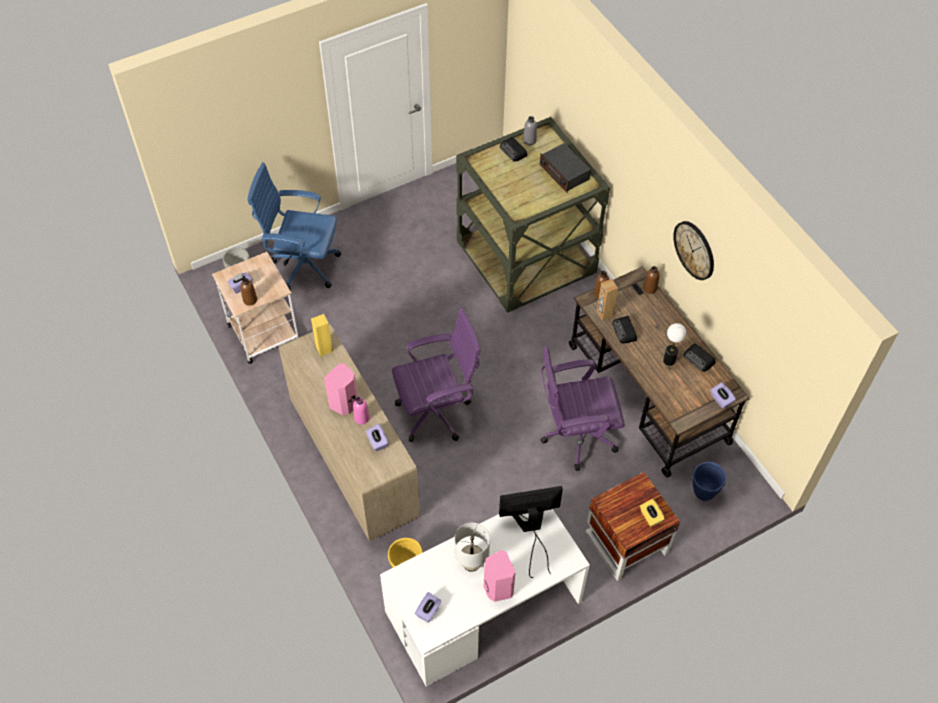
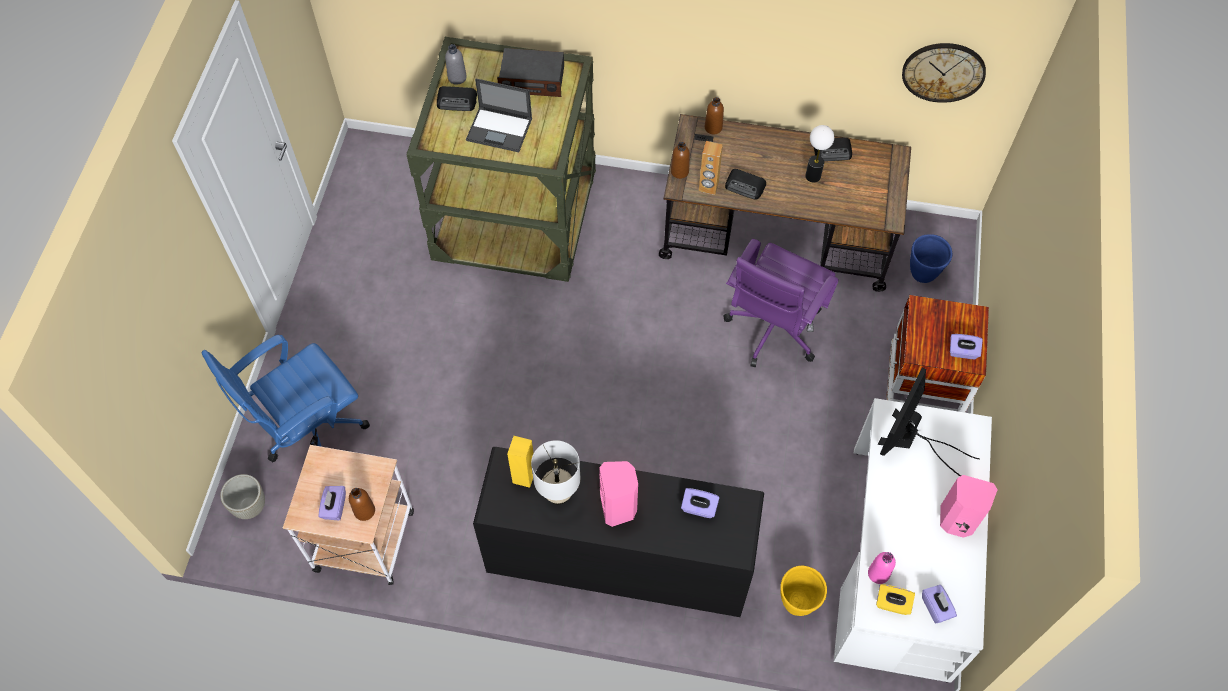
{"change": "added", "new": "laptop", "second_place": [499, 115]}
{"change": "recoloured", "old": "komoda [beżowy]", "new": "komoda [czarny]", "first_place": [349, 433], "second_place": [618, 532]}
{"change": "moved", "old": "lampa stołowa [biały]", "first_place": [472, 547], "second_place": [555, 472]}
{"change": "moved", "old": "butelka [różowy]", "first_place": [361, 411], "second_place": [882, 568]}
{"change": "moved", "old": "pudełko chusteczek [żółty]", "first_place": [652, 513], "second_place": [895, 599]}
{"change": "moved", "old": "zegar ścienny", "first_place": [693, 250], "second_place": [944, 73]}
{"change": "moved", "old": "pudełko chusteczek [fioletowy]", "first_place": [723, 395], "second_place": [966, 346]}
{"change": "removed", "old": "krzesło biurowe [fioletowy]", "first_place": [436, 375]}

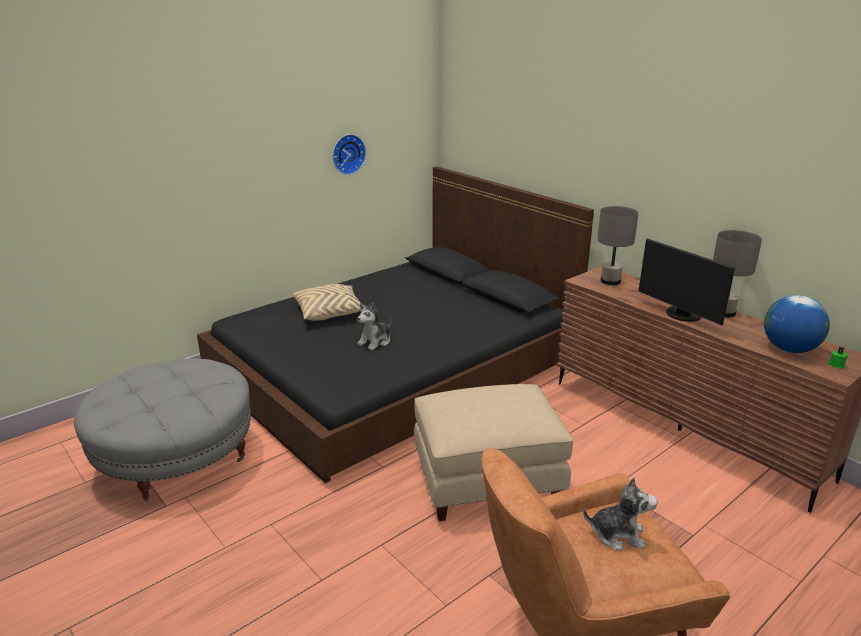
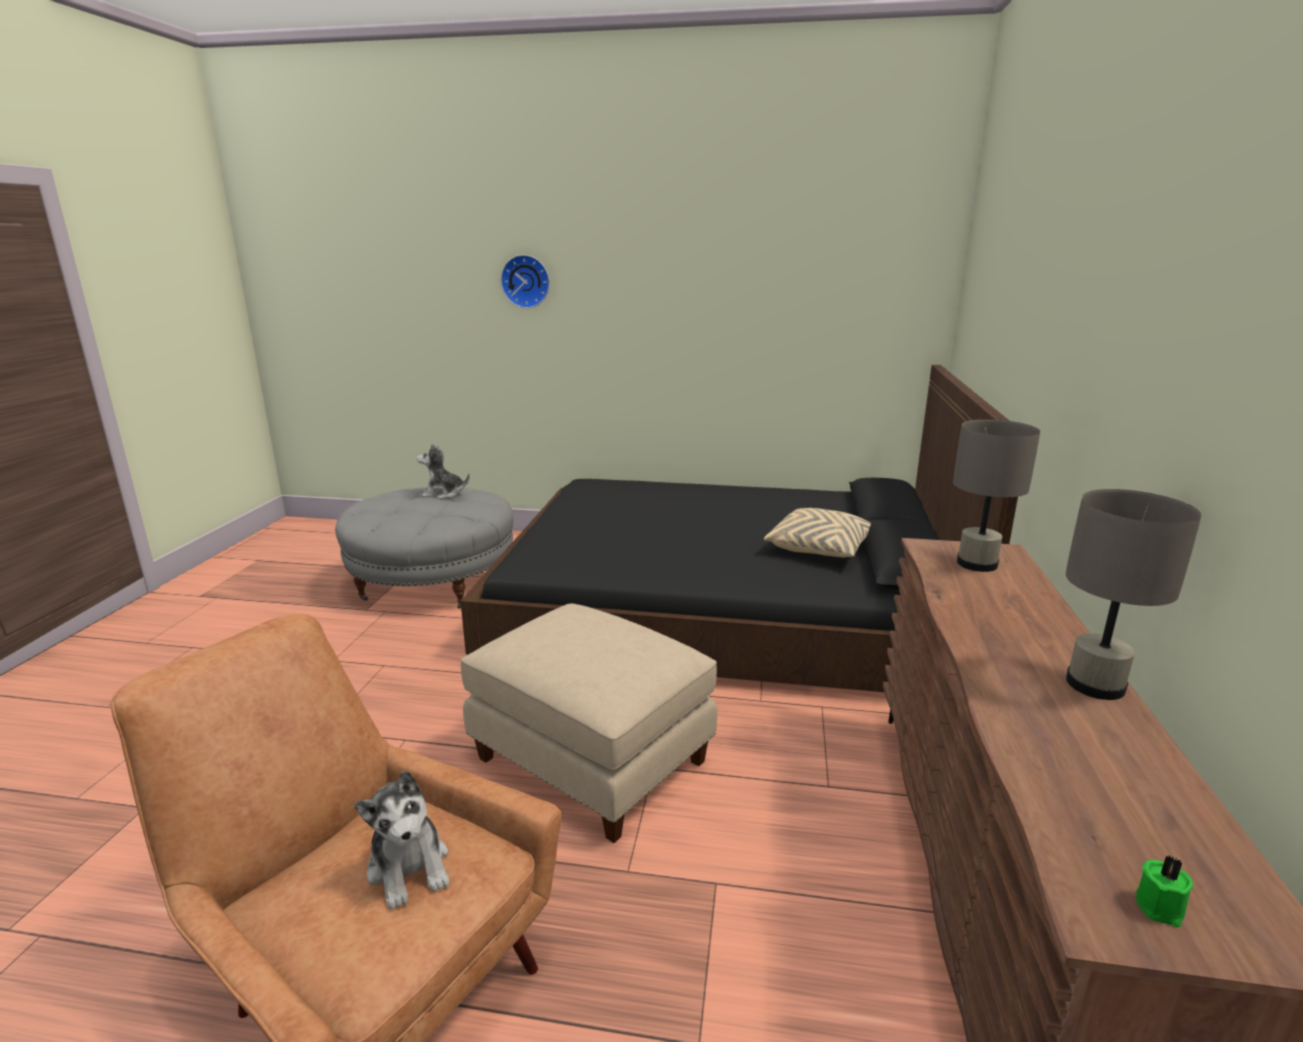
{"change": "moved", "old": "pluszak", "first_place": [374, 326], "second_place": [443, 471]}
{"change": "moved", "old": "zegar ścienny", "first_place": [349, 154], "second_place": [525, 281]}
{"change": "moved", "old": "poduszka [beżowy]", "first_place": [327, 302], "second_place": [817, 533]}
{"change": "removed", "old": "monitor", "first_place": [686, 282]}
{"change": "removed", "old": "globus", "first_place": [797, 324]}

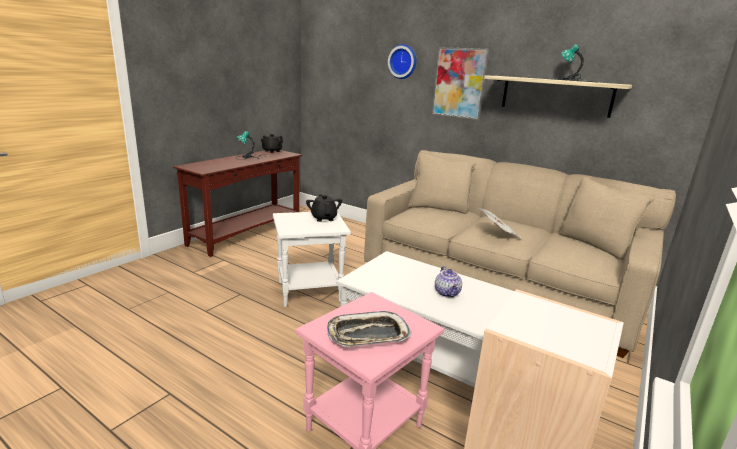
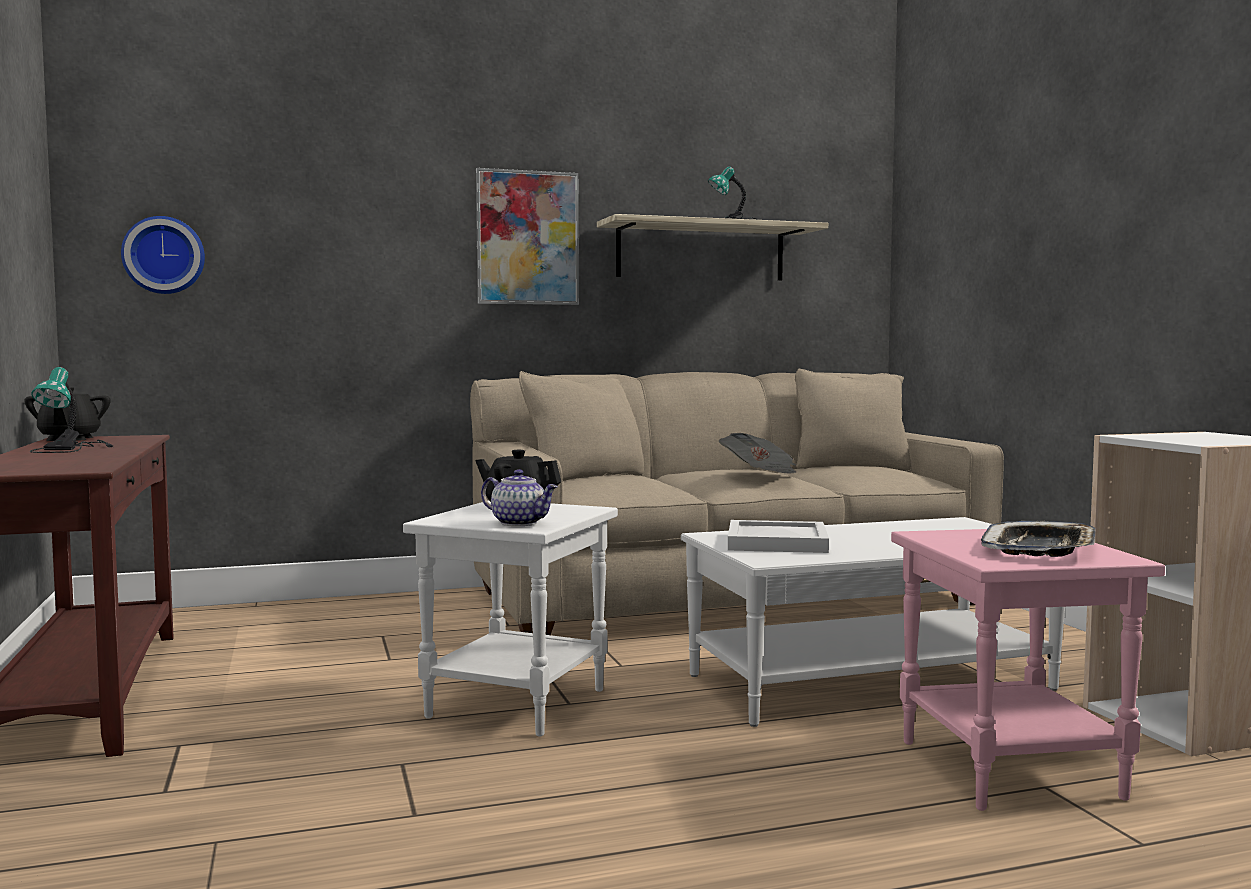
{"change": "moved", "old": "zegar ścienny", "first_place": [402, 61], "second_place": [163, 255]}
{"change": "moved", "old": "imbryk", "first_place": [448, 282], "second_place": [519, 497]}
{"change": "added", "new": "taca [biały]", "second_place": [778, 536]}

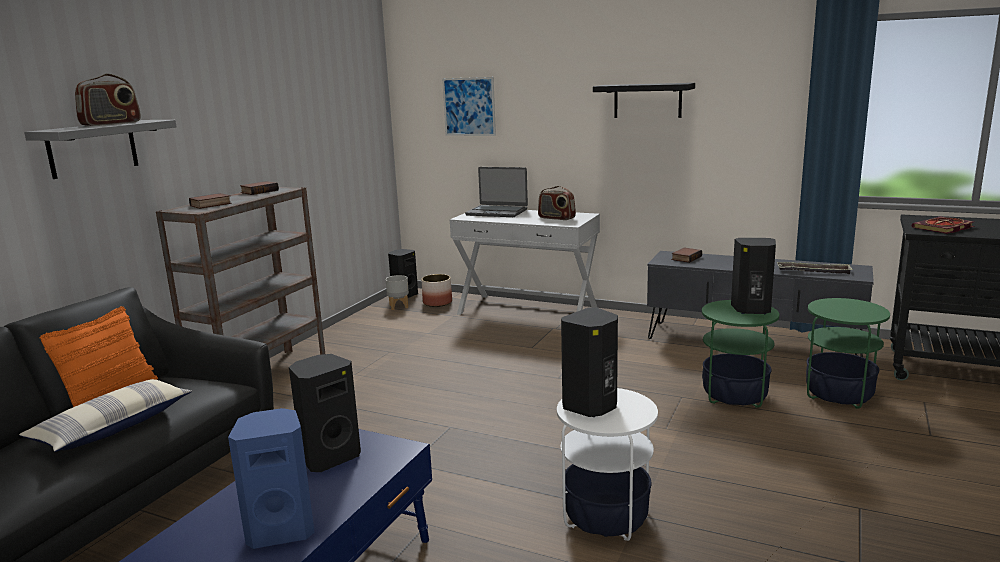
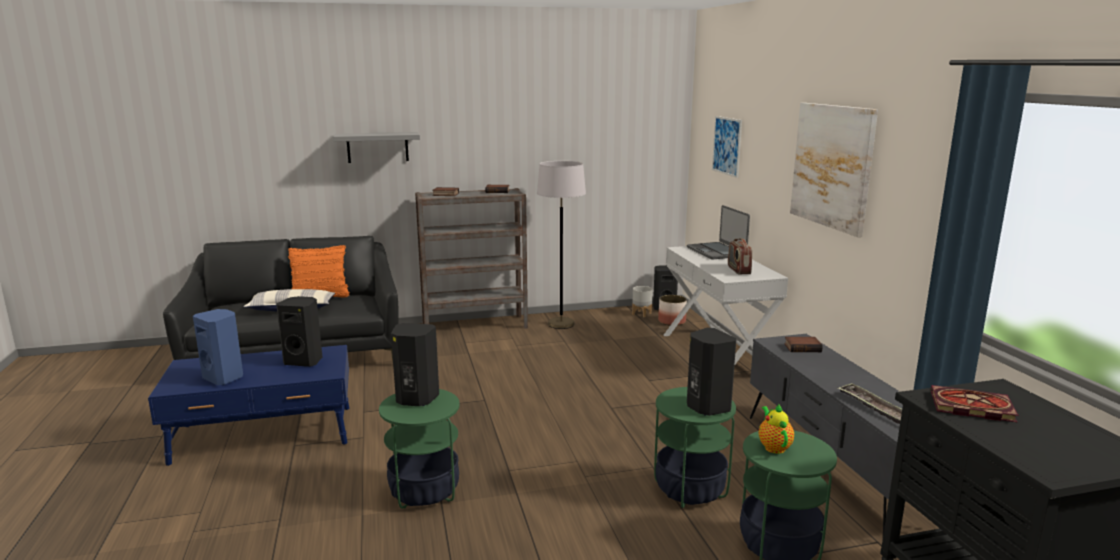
{"change": "recoloured", "old": "stolik [biały]", "new": "stolik [zielony]", "first_place": [607, 464], "second_place": [419, 449]}
{"change": "added", "new": "lampa stojąca [szary]", "second_place": [561, 245]}
{"change": "added", "new": "imbryk", "second_place": [776, 429]}
{"change": "replaced", "old": "półka [czarny]", "new": "obraz", "first_place": [644, 100], "second_place": [834, 170]}
{"change": "removed", "old": "radio", "first_place": [108, 100]}

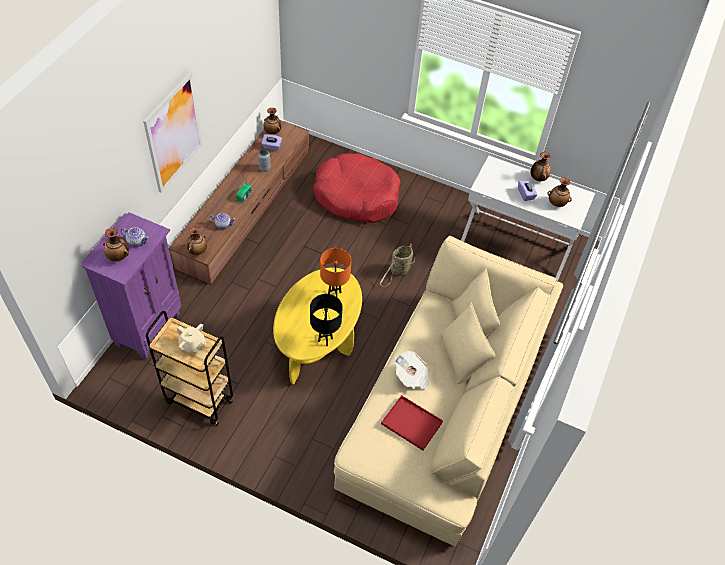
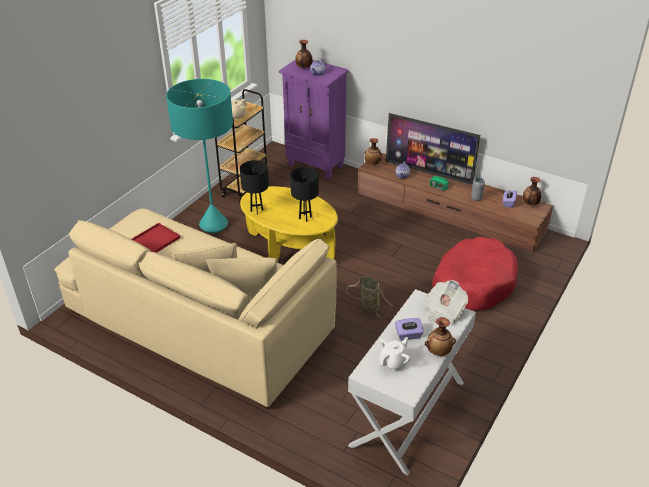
{"change": "added", "new": "lampa stojąca [turkusowy]", "second_place": [199, 156]}
{"change": "recoloured", "old": "lampa stołowa [pomarańczowy]", "new": "lampa stołowa [czarny]", "first_place": [335, 272], "second_place": [304, 194]}
{"change": "replaced", "old": "wazon", "new": "imbryk [biały]", "first_place": [559, 192], "second_place": [395, 354]}
{"change": "added", "new": "telewizor", "second_place": [433, 149]}
{"change": "moved", "old": "gazeta", "first_place": [412, 370], "second_place": [447, 302]}
{"change": "removed", "old": "obraz", "first_place": [172, 132]}

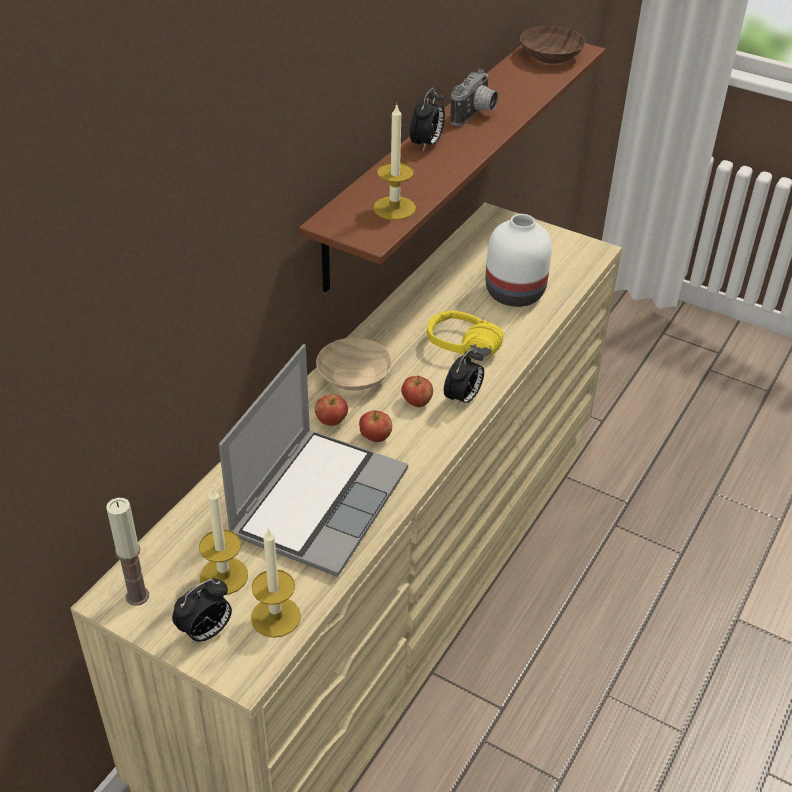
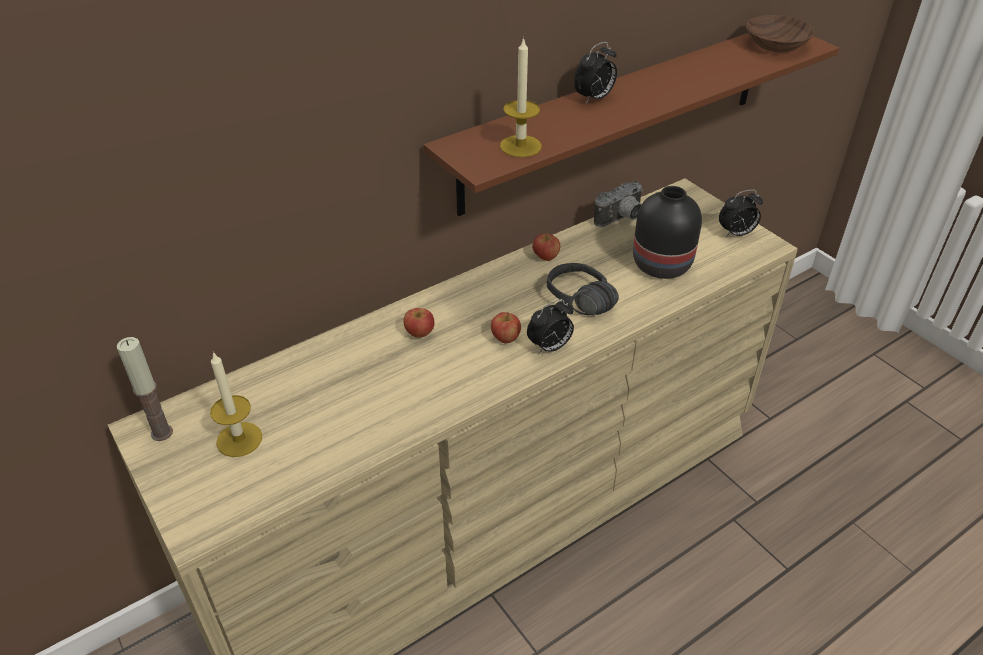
{"change": "moved", "old": "jabłko", "first_place": [375, 426], "second_place": [546, 246]}
{"change": "recoloured", "old": "słuchawki [żółty]", "new": "słuchawki [czarny]", "first_place": [465, 335], "second_place": [583, 289]}
{"change": "moved", "old": "aparat fotograficzny", "first_place": [474, 97], "second_place": [618, 203]}
{"change": "recoloured", "old": "wazon [biały]", "new": "wazon [czarny]", "first_place": [518, 260], "second_place": [667, 232]}
{"change": "moved", "old": "budzik", "first_place": [202, 611], "second_place": [741, 213]}
{"change": "removed", "old": "laptop", "first_place": [313, 460]}
{"change": "removed", "old": "świeca", "first_place": [276, 583]}
{"change": "removed", "old": "miska [beżowy]", "first_place": [354, 364]}

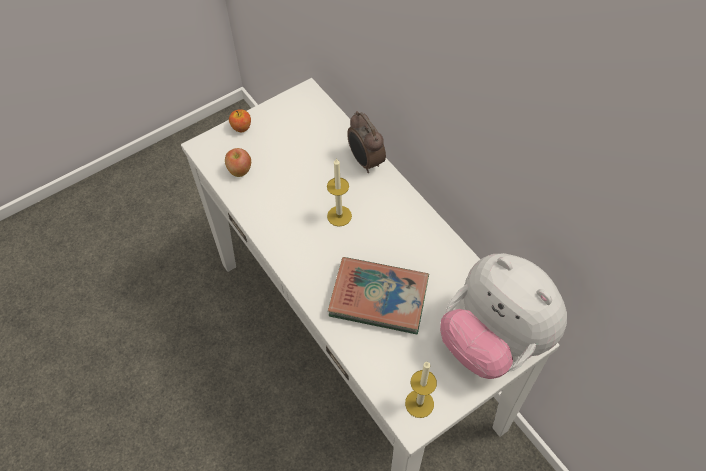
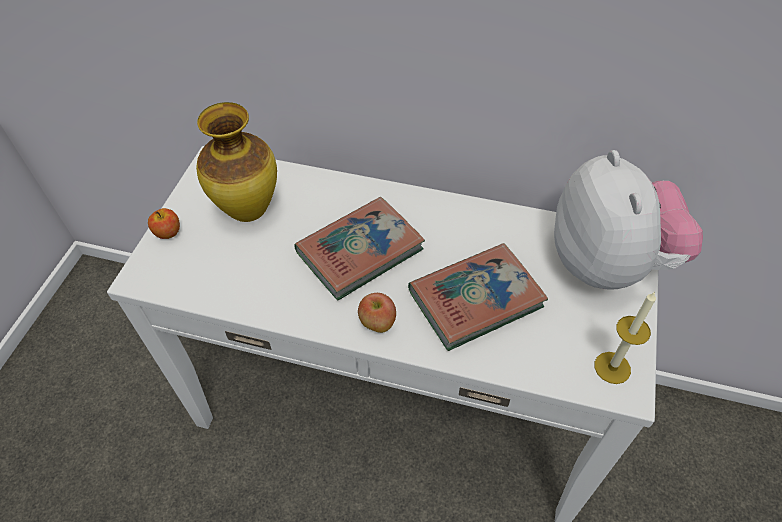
{"change": "added", "new": "wazon", "second_place": [236, 162]}
{"change": "replaced", "old": "świeca", "new": "książka", "first_place": [339, 192], "second_place": [359, 248]}
{"change": "moved", "old": "jabłko", "first_place": [238, 162], "second_place": [377, 313]}
{"change": "turned", "old": "pluszak", "first_place": [503, 316], "second_place": [628, 220], "degrees": -105}
{"change": "removed", "old": "budzik", "first_place": [366, 142]}

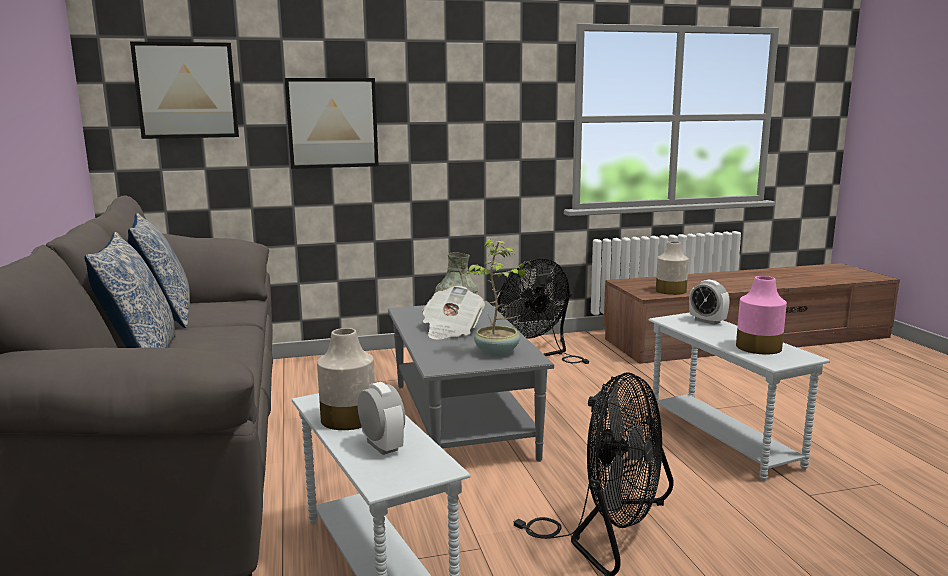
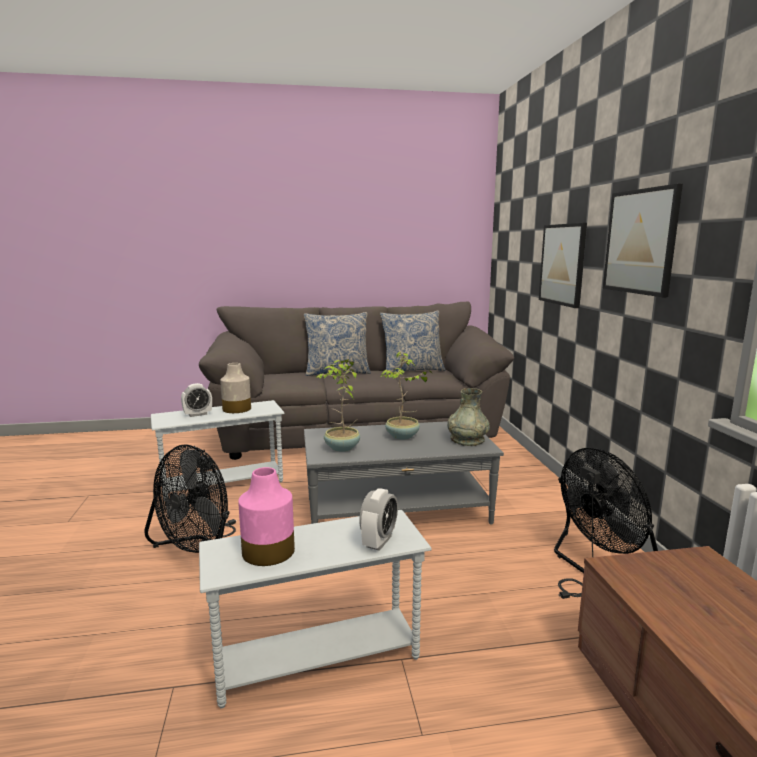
{"change": "turned", "old": "budzik", "first_place": [709, 302], "second_place": [378, 519], "degrees": 150}
{"change": "replaced", "old": "gazeta", "new": "roślina doniczkowa", "first_place": [453, 312], "second_place": [406, 396]}
{"change": "moved", "old": "obraz", "first_place": [184, 90], "second_place": [643, 240]}
{"change": "removed", "old": "wazon [beżowy]", "first_place": [672, 268]}

